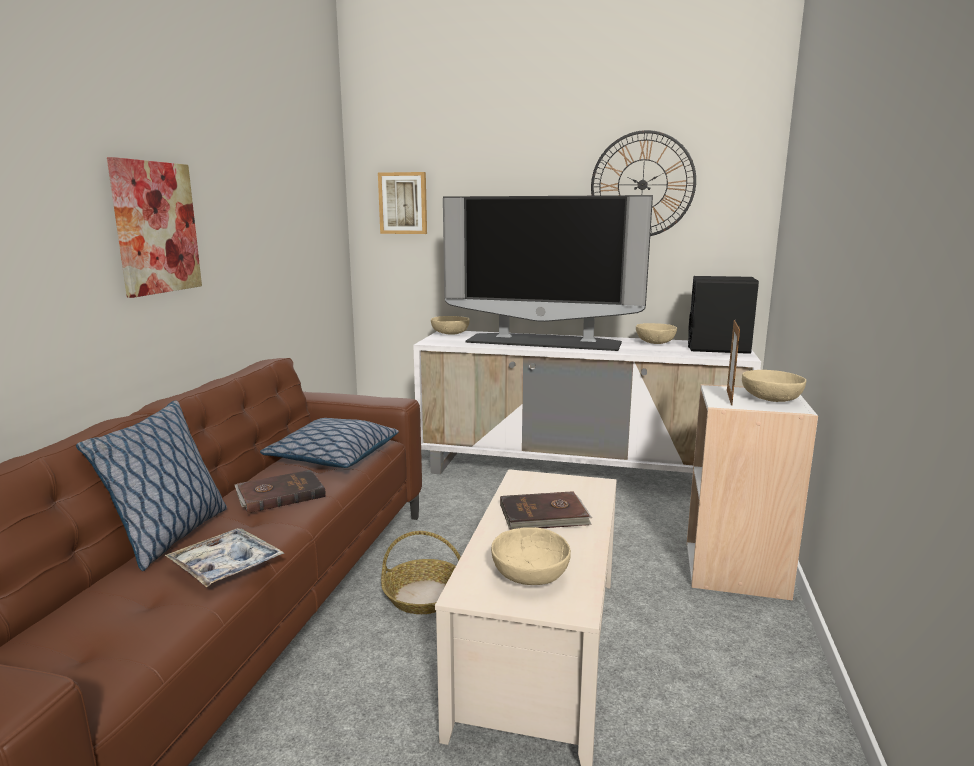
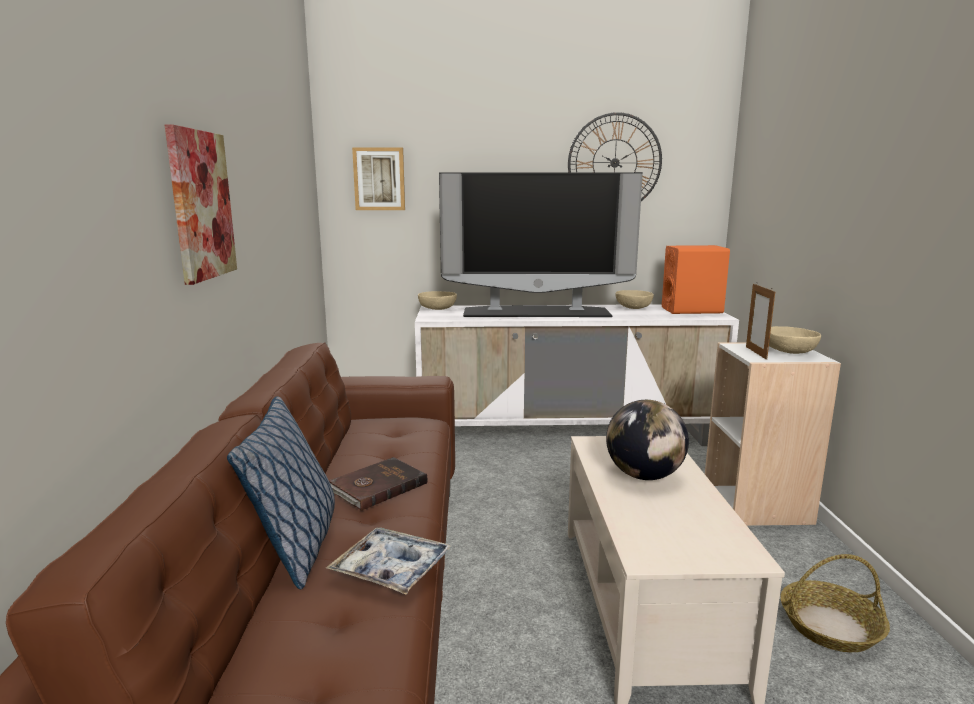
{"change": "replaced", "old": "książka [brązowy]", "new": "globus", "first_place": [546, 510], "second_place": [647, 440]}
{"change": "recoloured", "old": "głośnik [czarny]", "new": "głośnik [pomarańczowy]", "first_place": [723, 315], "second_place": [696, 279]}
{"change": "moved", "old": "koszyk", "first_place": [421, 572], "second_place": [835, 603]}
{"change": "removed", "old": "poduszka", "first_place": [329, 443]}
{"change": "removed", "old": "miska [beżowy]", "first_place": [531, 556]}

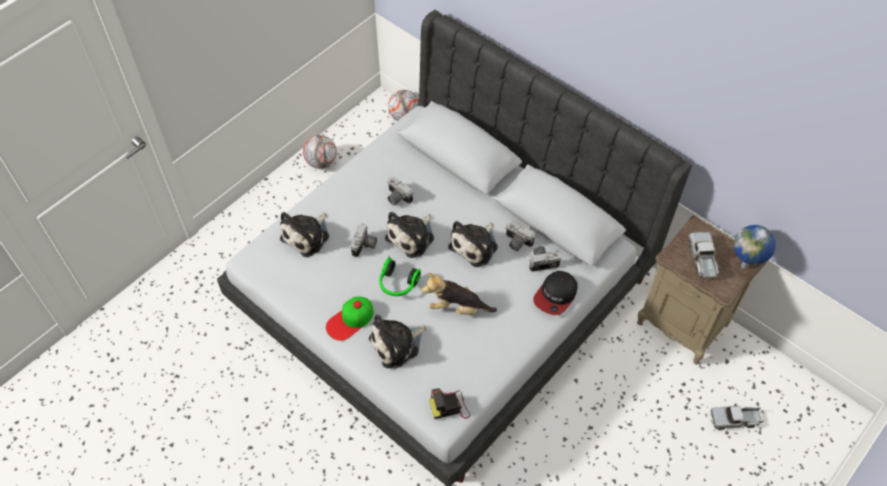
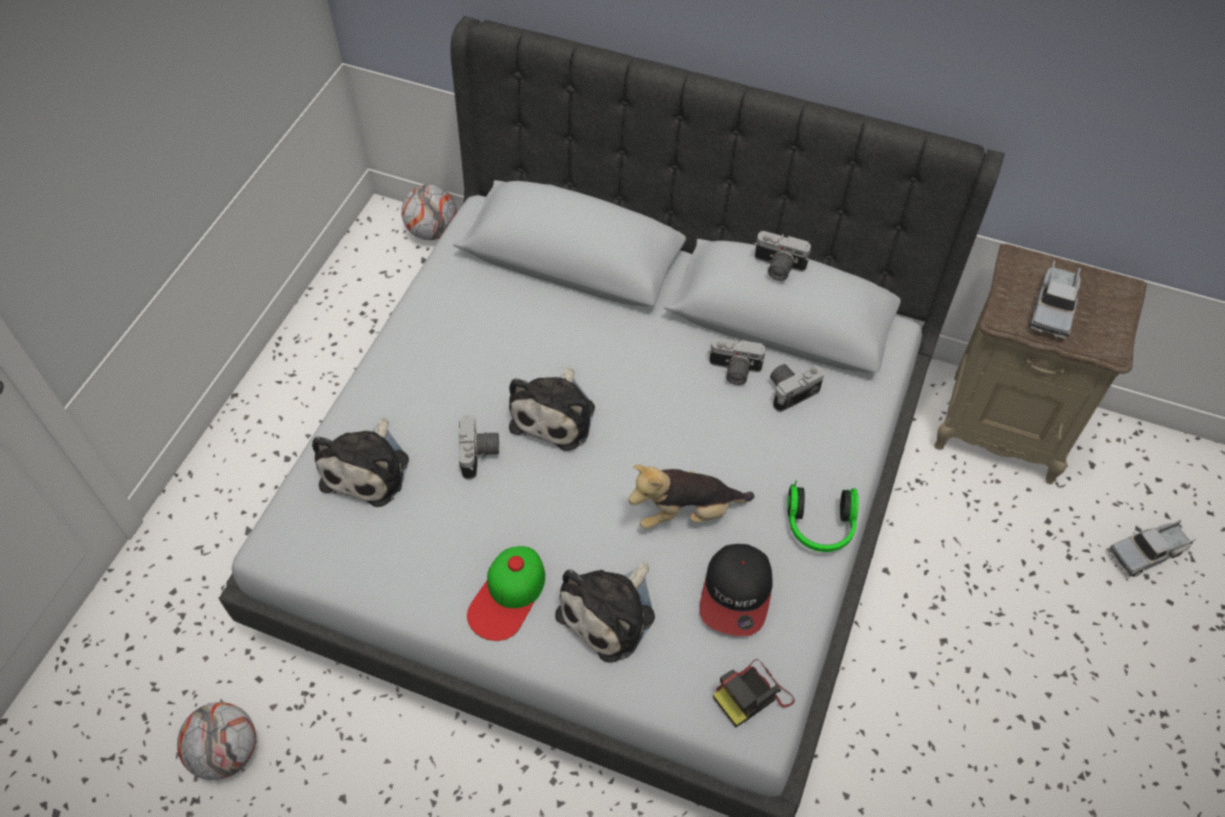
{"change": "moved", "old": "piłka futbolowa", "first_place": [320, 152], "second_place": [216, 741]}
{"change": "moved", "old": "czapka z daszkiem", "first_place": [555, 293], "second_place": [736, 590]}
{"change": "moved", "old": "aparat fotograficzny", "first_place": [400, 191], "second_place": [782, 256]}
{"change": "moved", "old": "słuchawki", "first_place": [400, 275], "second_place": [823, 516]}
{"change": "turned", "old": "ciężarówka zabawkowa", "first_place": [703, 255], "second_place": [1055, 299], "degrees": -135}
{"change": "removed", "old": "pluszak", "first_place": [473, 244]}
{"change": "removed", "old": "globus", "first_place": [755, 247]}

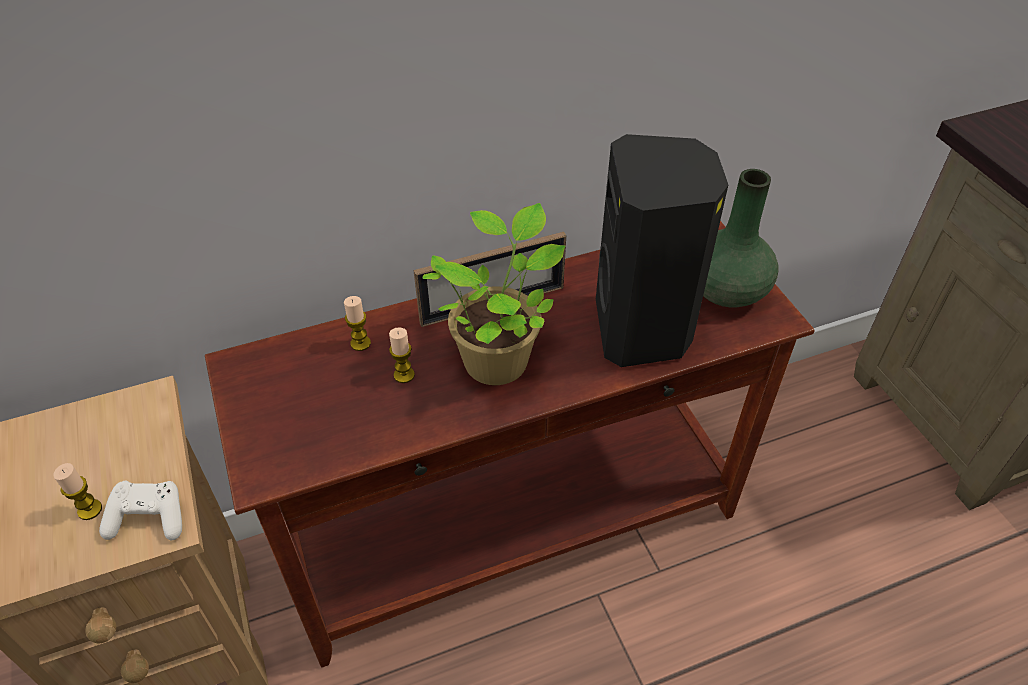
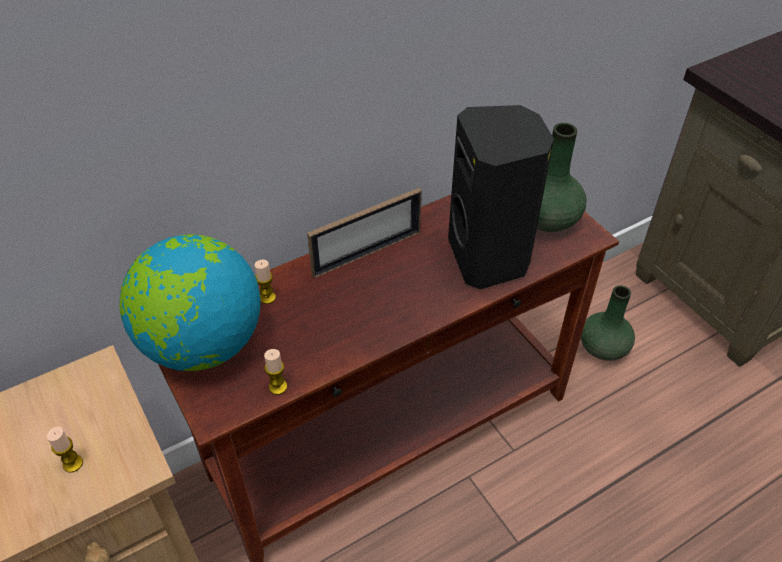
{"change": "added", "new": "globus", "second_place": [190, 302]}
{"change": "moved", "old": "świeca", "first_place": [402, 355], "second_place": [275, 372]}
{"change": "added", "new": "wazon [zielony]", "second_place": [608, 323]}
{"change": "removed", "old": "pad do gier [biały]", "first_place": [140, 510]}
{"change": "removed", "old": "roślina doniczkowa", "first_place": [494, 294]}

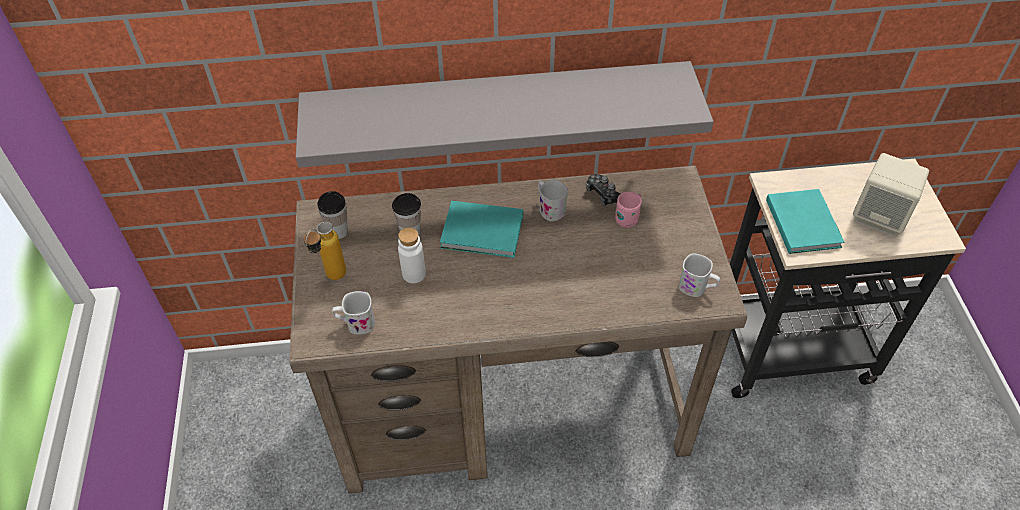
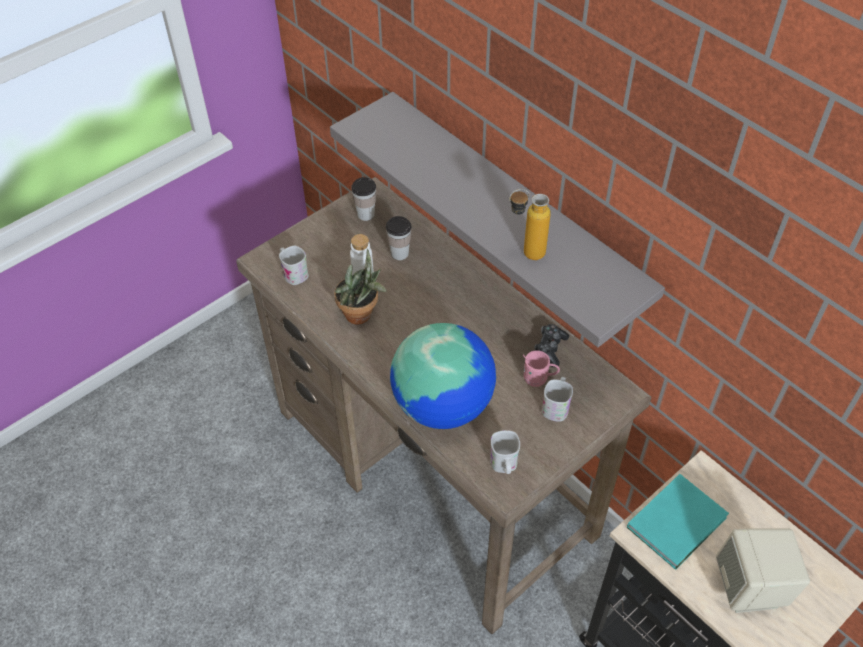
{"change": "added", "new": "roślina doniczkowa", "second_place": [360, 287]}
{"change": "added", "new": "globus", "second_place": [443, 376]}
{"change": "moved", "old": "butelka", "first_place": [325, 251], "second_place": [530, 224]}
{"change": "moved", "old": "kubek [biały]", "first_place": [553, 201], "second_place": [557, 399]}
{"change": "removed", "old": "książka [turkusowy]", "first_place": [481, 229]}

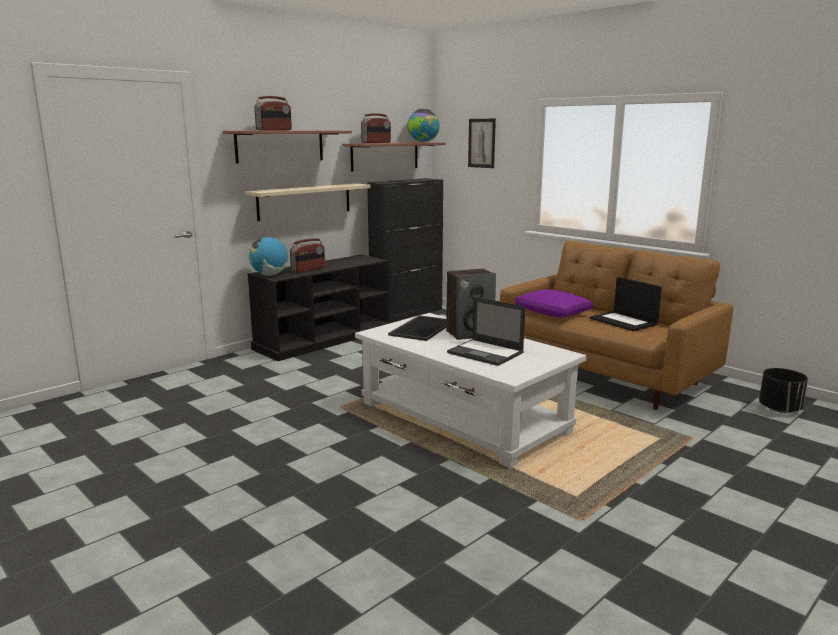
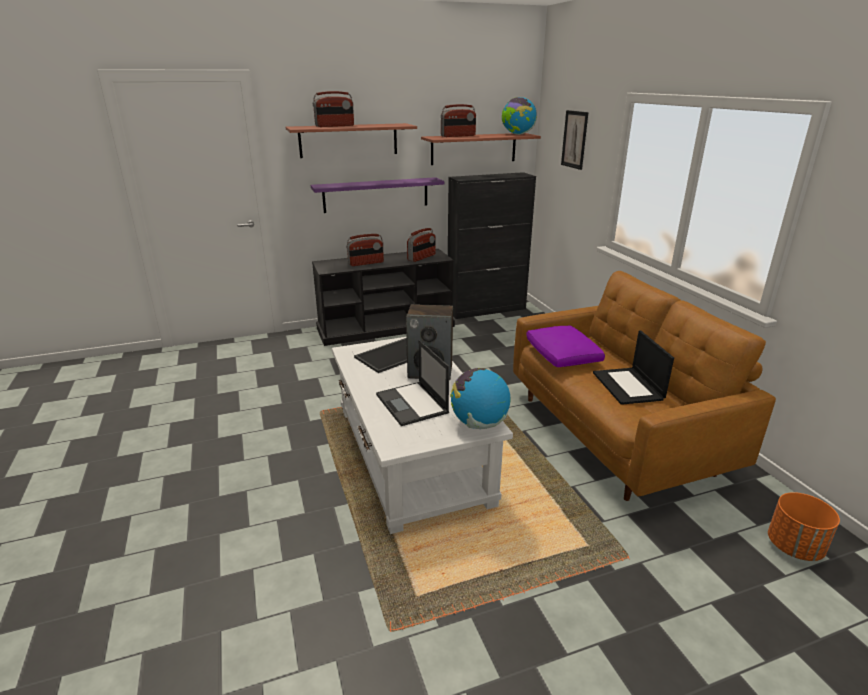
{"change": "recoloured", "old": "półka [beżowy]", "new": "półka [fioletowy]", "first_place": [308, 202], "second_place": [377, 195]}
{"change": "added", "new": "radio", "second_place": [421, 245]}
{"change": "moved", "old": "globus", "first_place": [268, 256], "second_place": [480, 398]}
{"change": "recoloured", "old": "donica [czarny]", "new": "donica [pomarańczowy]", "first_place": [783, 390], "second_place": [804, 526]}

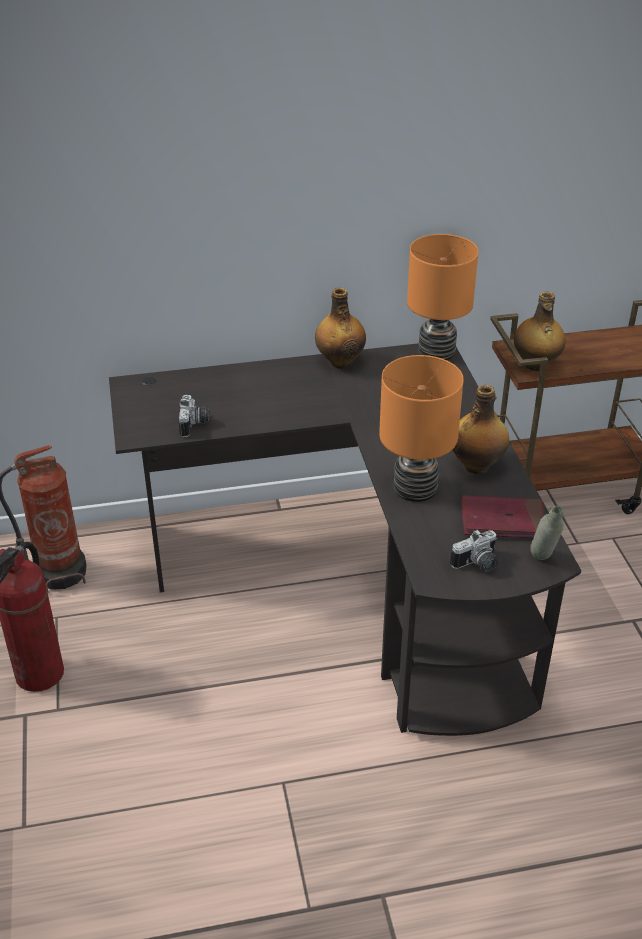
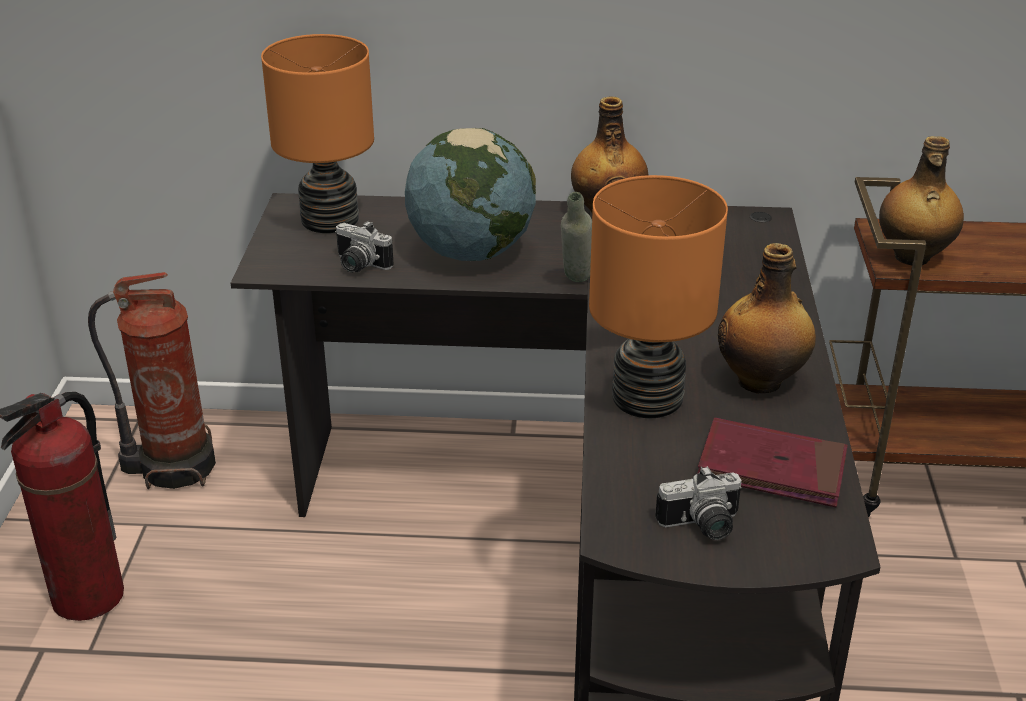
{"change": "moved", "old": "lampa stołowa [pomarańczowy]", "first_place": [443, 297], "second_place": [317, 133]}
{"change": "turned", "old": "aparat fotograficzny", "first_place": [193, 416], "second_place": [364, 247], "degrees": 105}
{"change": "added", "new": "globus", "second_place": [470, 194]}
{"change": "moved", "old": "butelka [szary]", "first_place": [547, 533], "second_place": [576, 237]}

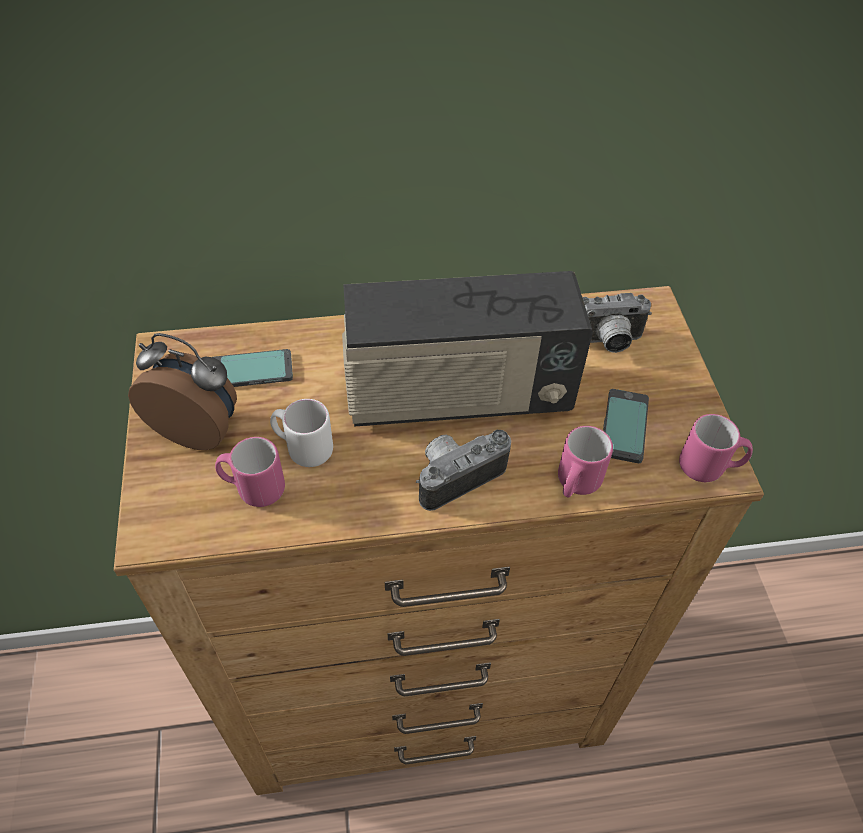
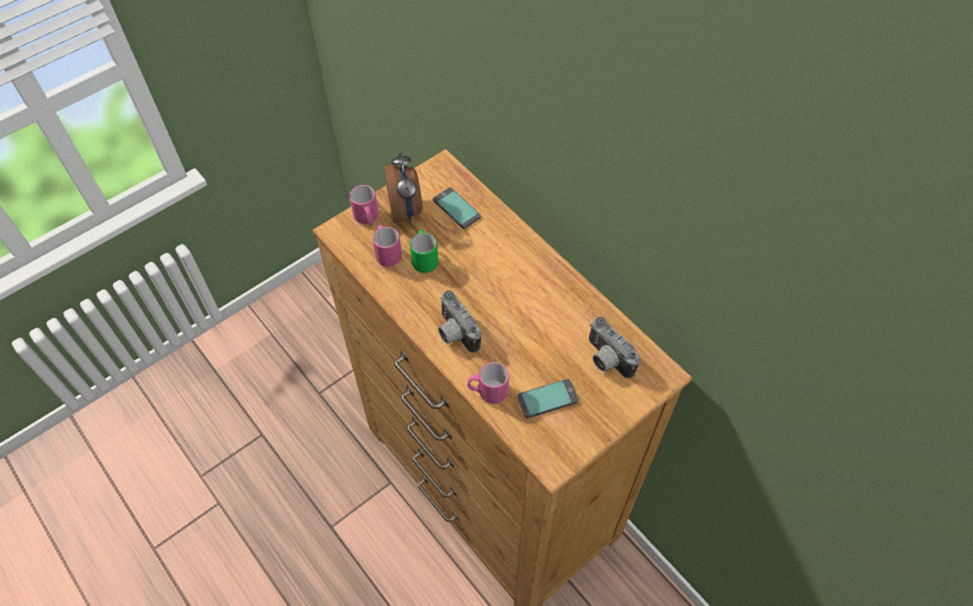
{"change": "moved", "old": "kubek [różowy]", "first_place": [716, 448], "second_place": [364, 205]}
{"change": "recoloured", "old": "kubek [biały]", "new": "kubek [zielony]", "first_place": [301, 433], "second_place": [424, 251]}
{"change": "turned", "old": "aparat fotograficzny", "first_place": [463, 470], "second_place": [459, 321], "degrees": -150}
{"change": "removed", "old": "radio", "first_place": [467, 349]}

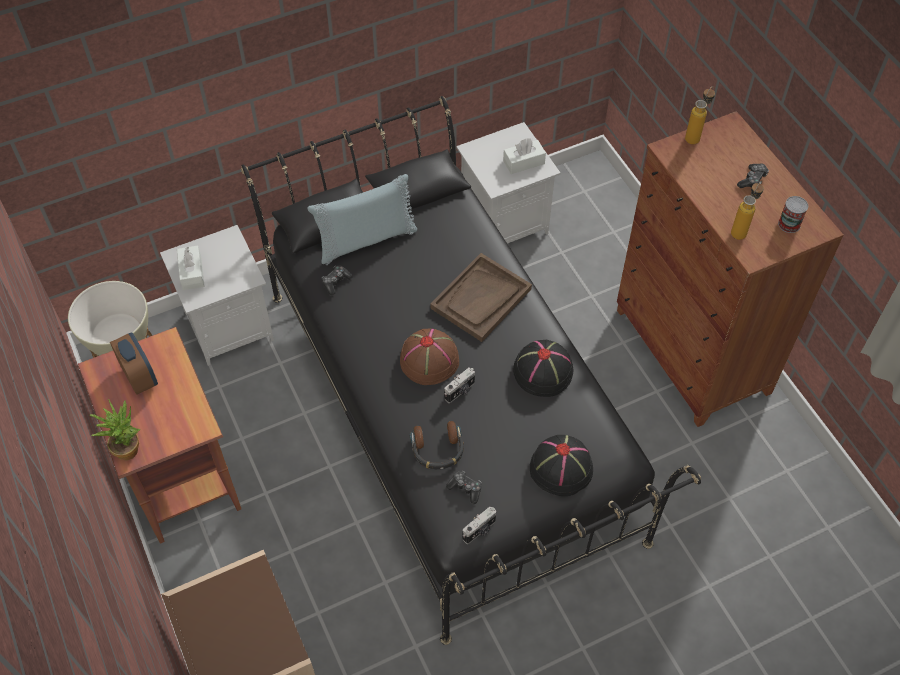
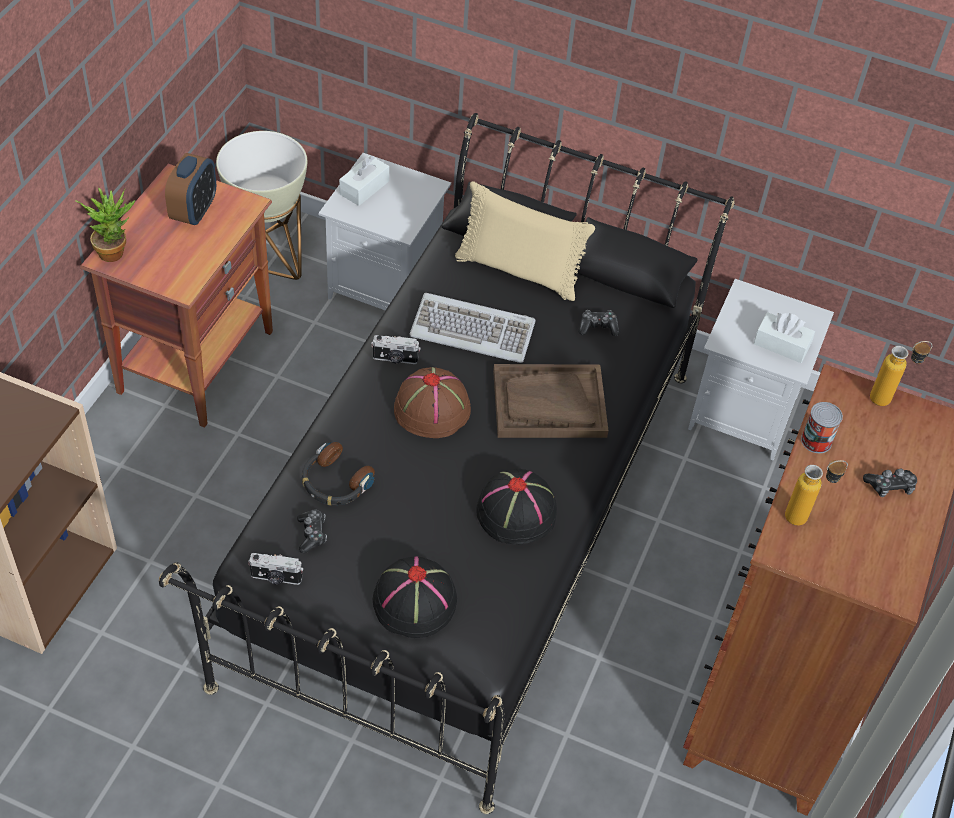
{"change": "moved", "old": "aparat fotograficzny", "first_place": [459, 385], "second_place": [396, 349]}
{"change": "added", "new": "klawiatura", "second_place": [472, 328]}
{"change": "recoloured", "old": "poduszka [niebieski]", "new": "poduszka [beżowy]", "first_place": [362, 219], "second_place": [525, 241]}
{"change": "moved", "old": "pad do gier", "first_place": [337, 280], "second_place": [598, 323]}
{"change": "moved", "old": "puszka", "first_place": [793, 214], "second_place": [822, 427]}

